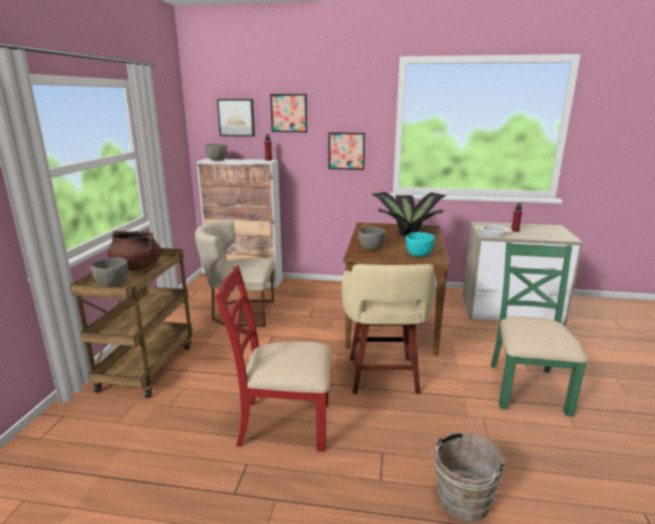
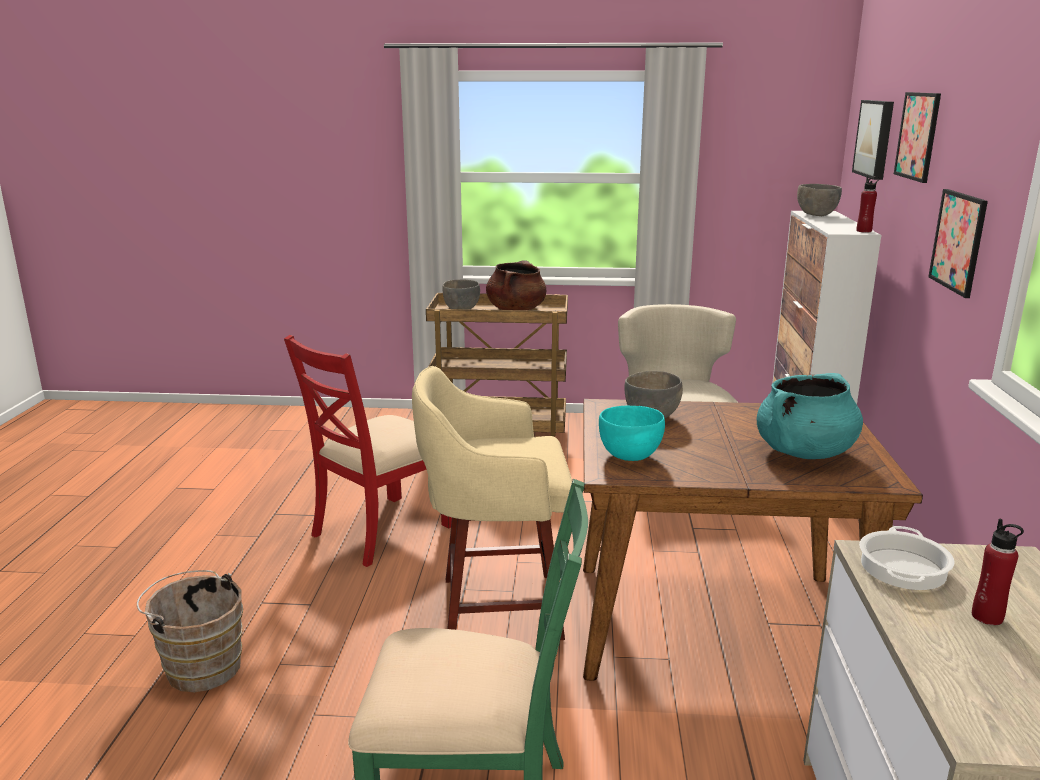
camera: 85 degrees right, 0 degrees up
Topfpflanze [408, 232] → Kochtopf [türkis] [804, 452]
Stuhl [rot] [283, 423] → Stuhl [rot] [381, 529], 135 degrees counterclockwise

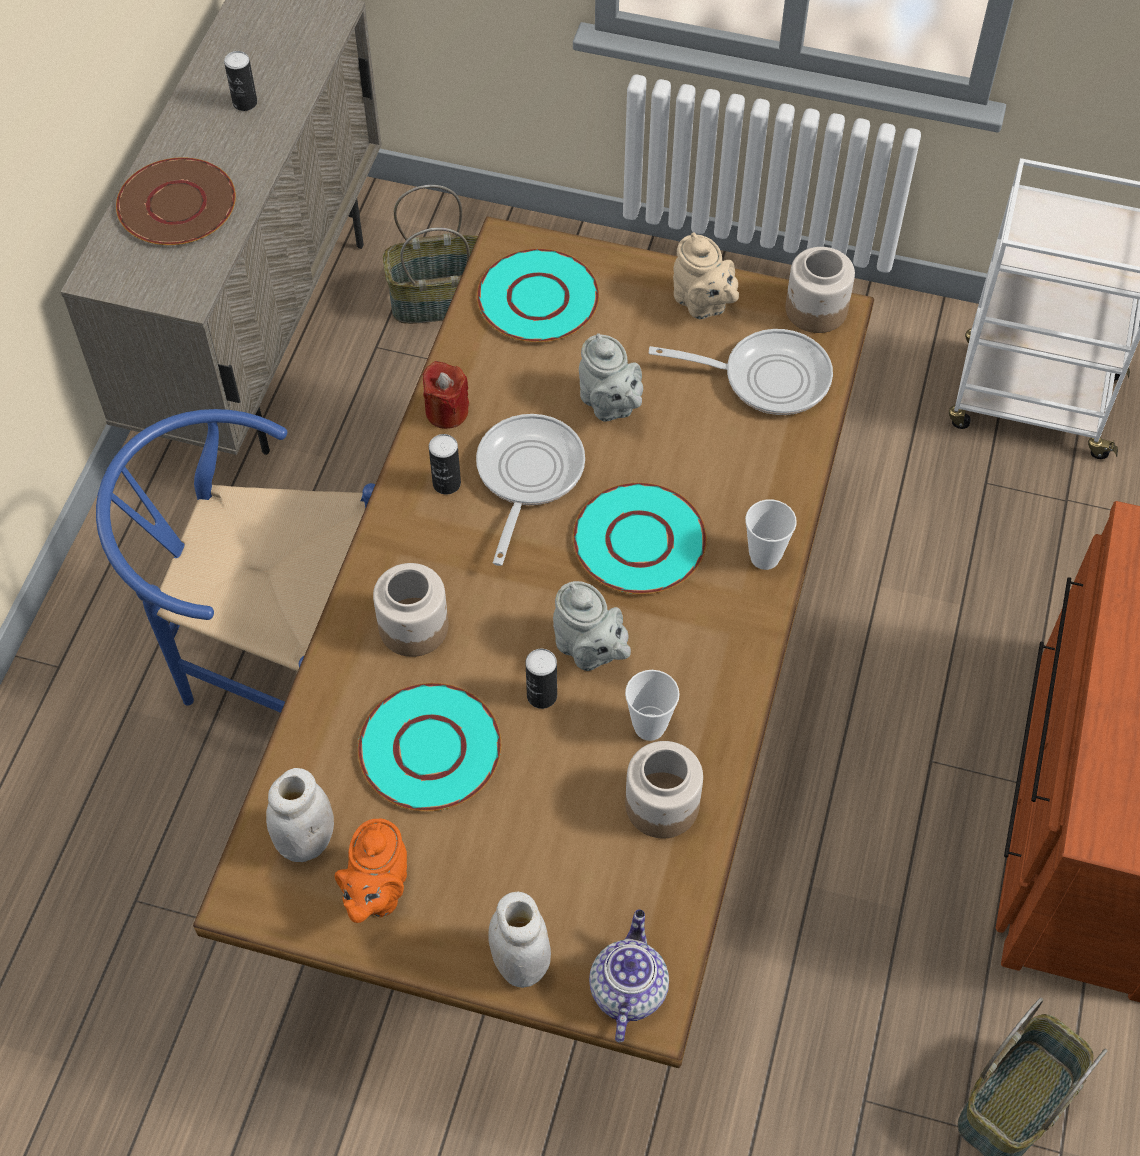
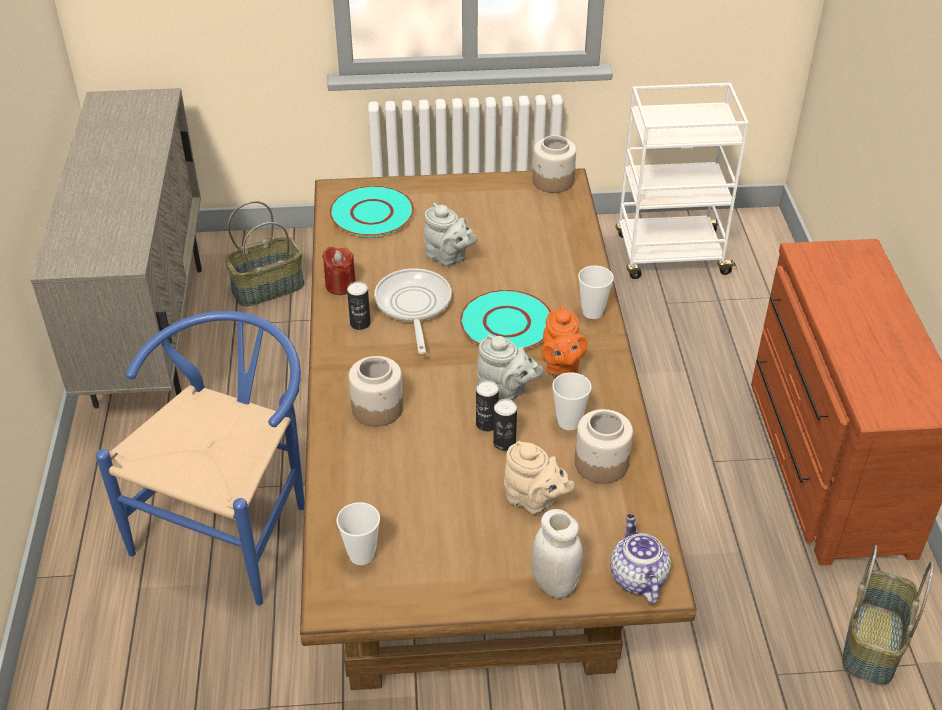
camera: 20 degrees left, 15 degrees down
Dose [245, 102] → Dose [504, 443], shifted
Teller [braun] [177, 204] → -
Teekanne [beige] [702, 304] → Teekanne [beige] [534, 501], shifted
Pfanne [767, 377] → -
Stuhl [blau] [269, 656] → Stuhl [blau] [234, 524], 120 degrees clockwise
Teller [türkis] [429, 748] → -
Vorratsglas [weiß] [306, 841] → Tasse [361, 555]
Teekanne [orange] [377, 892] → Teekanne [orange] [561, 367], shifted

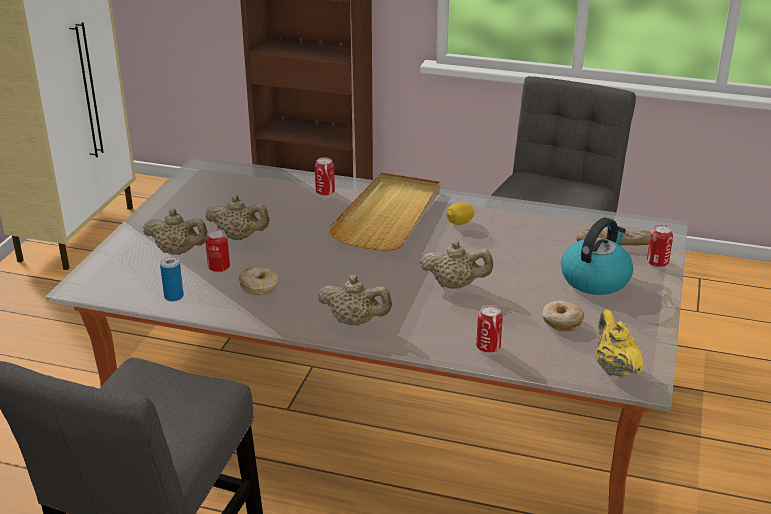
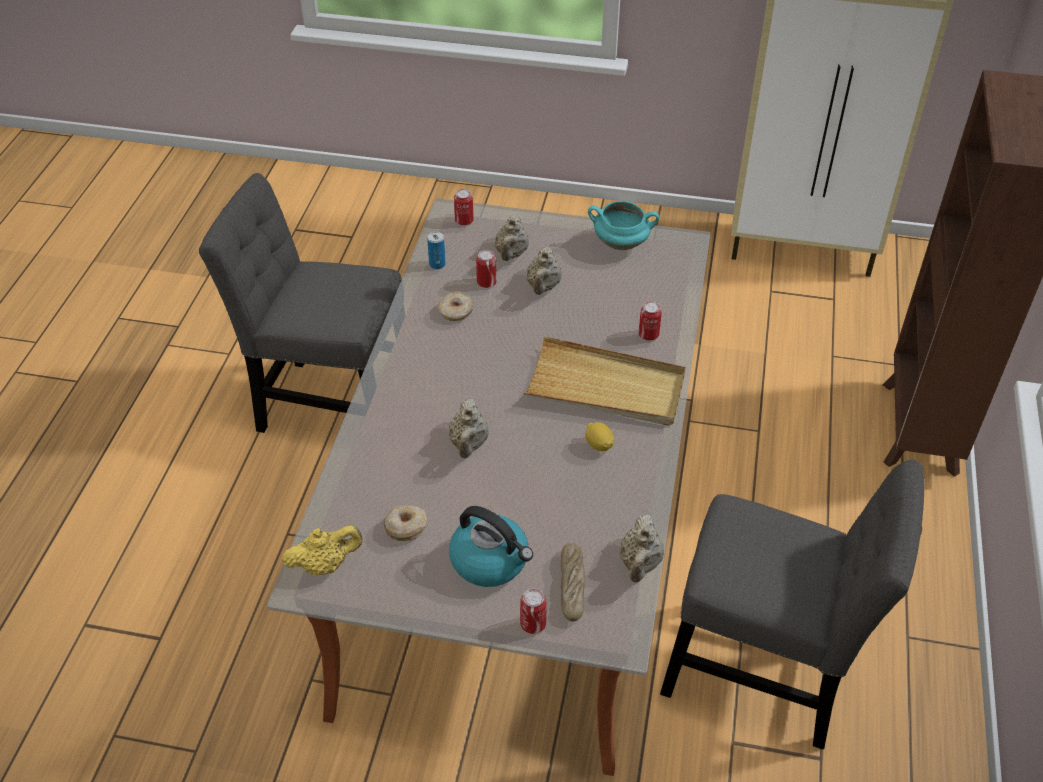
camera: 85 degrees right, 15 degrees up
Teekanne [beige] [355, 322] → Teekanne [beige] [640, 564], shifted
Dose [488, 347] → Dose [464, 221], shifted
- → Kochtopf [türkis] [621, 243]

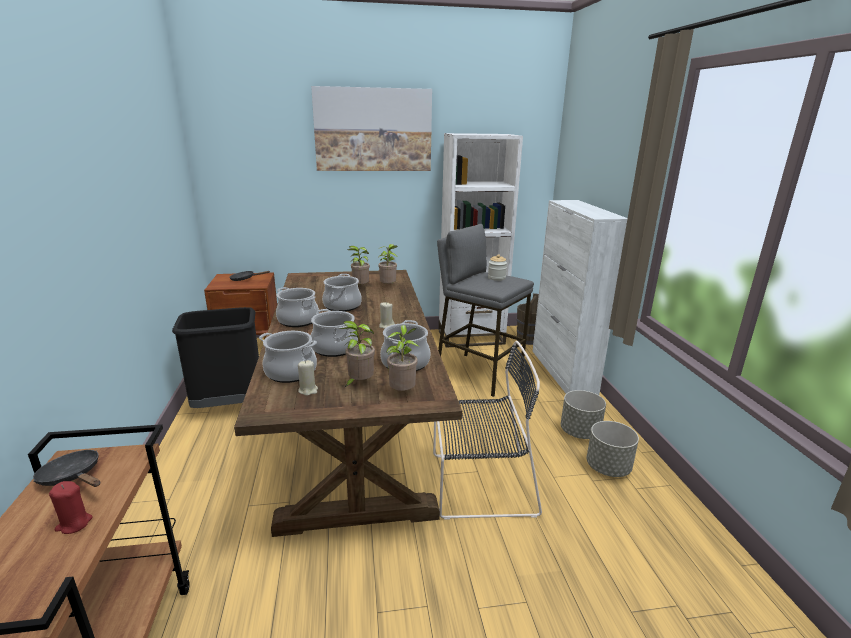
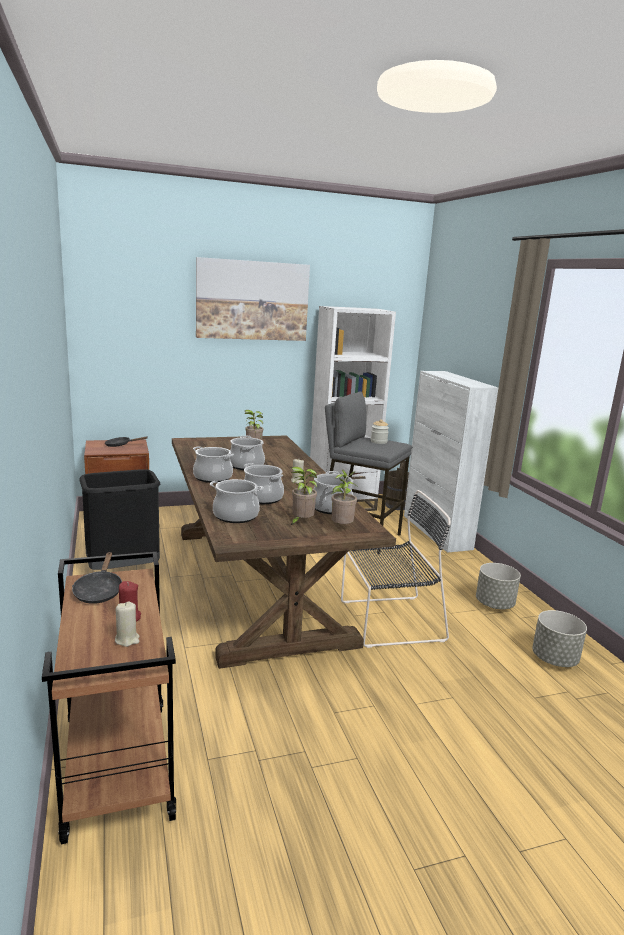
camera: 10 degrees left, 5 degrees down
Topfpflanze [388, 287] → -
Kerze [beige] [308, 390] → Kerze [beige] [127, 639], shifted
Pflanzkübel [grau] [580, 432] → Pflanzkübel [grau] [554, 659], shifted
Pfanne [schwarz] [73, 477] → Pfanne [schwarz] [99, 591], 120 degrees counterclockwise

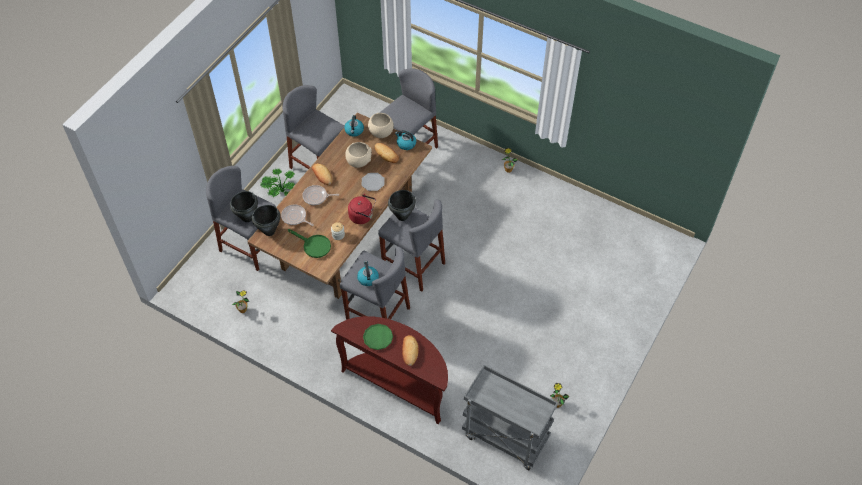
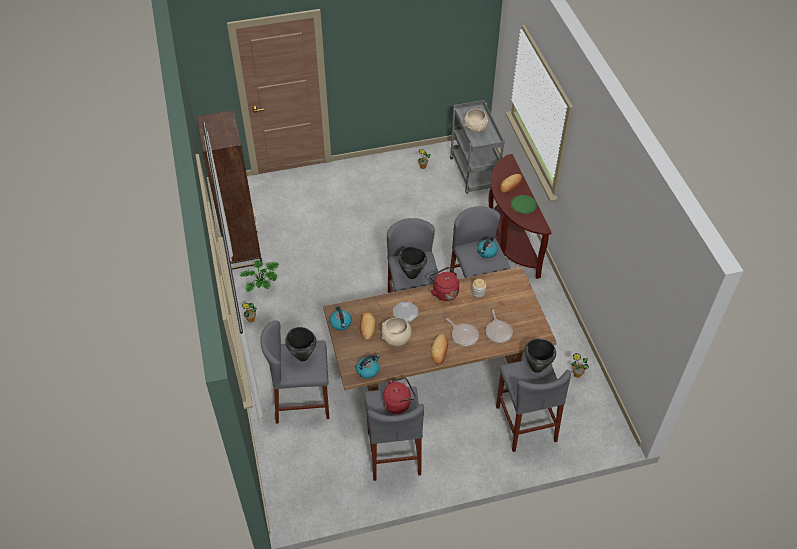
camera: 135 degrees left, 5 degrees down
Schüssel [beige] [380, 132] → Schüssel [beige] [475, 128], shifted
Topfpflanze [280, 192] → Topfpflanze [262, 285], shifted
Kochtopf [schwarz] [269, 231] → Kochtopf [schwarz] [302, 356], shifted
Pfanne [grün] [313, 245] → -
- → Bücherregal [braun] [242, 249]
- → Wasserkessel [rot] [398, 403]

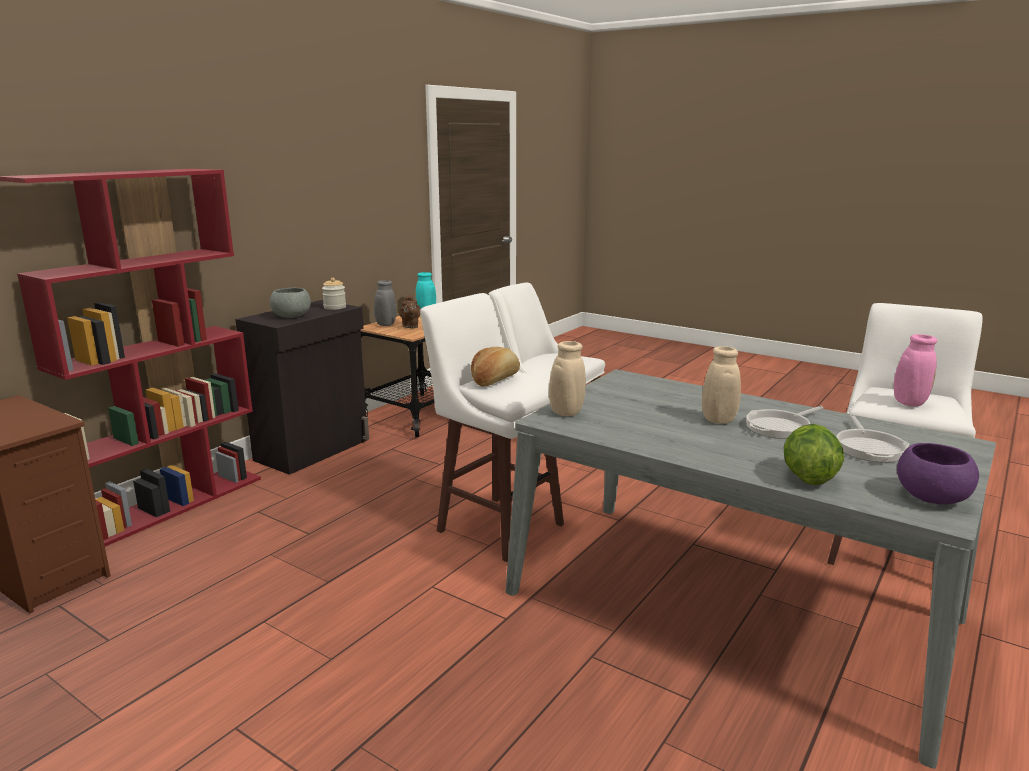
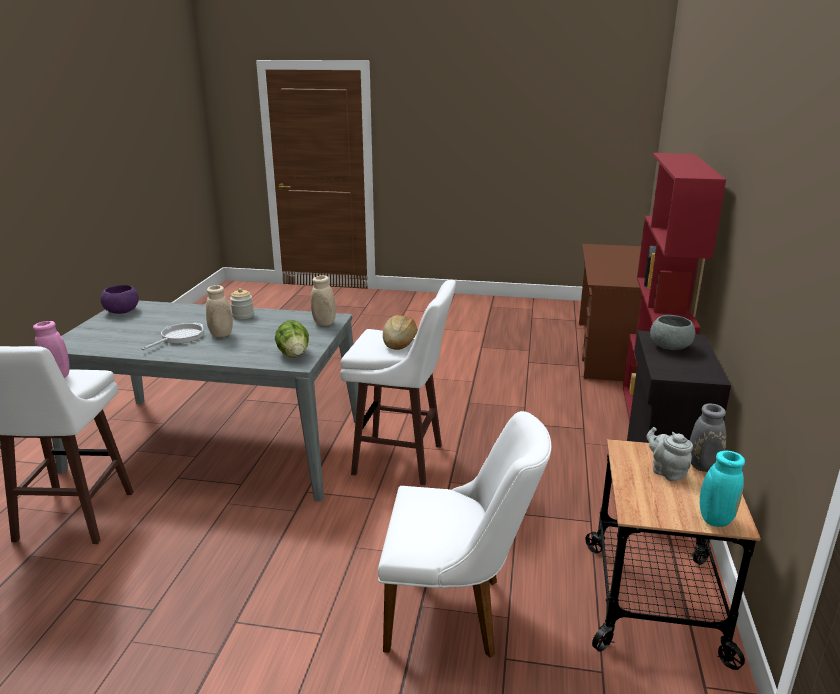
camera: 155 degrees right, 5 degrees up
Vorratsglas [335, 307] → Vorratsglas [243, 315], shifted
Teekanne [braun] [410, 326] → Teekanne [grau] [666, 472]
Pfanne [869, 448] → -
Salatkopf [807, 477] → Salatkopf [294, 355], shifted

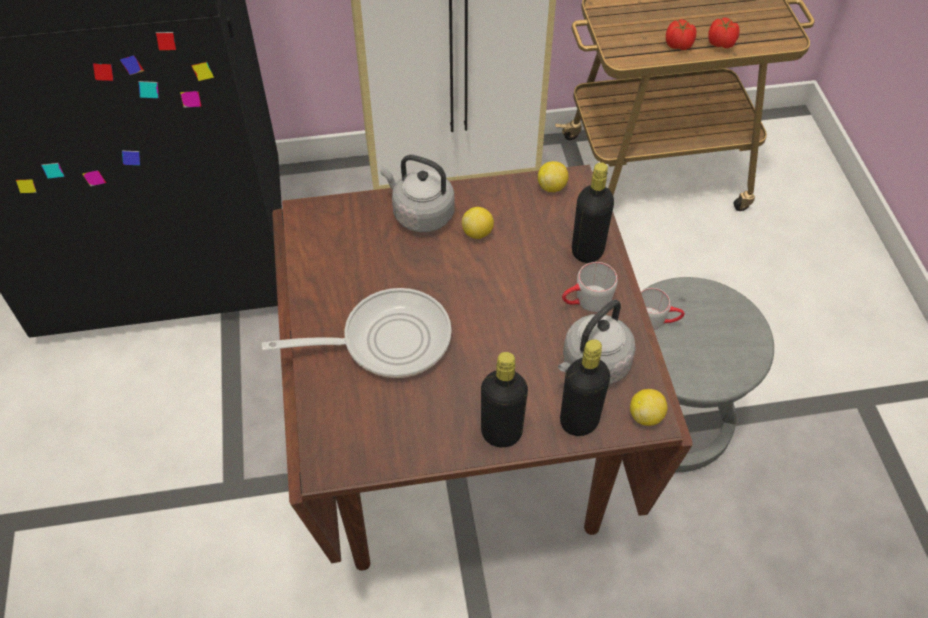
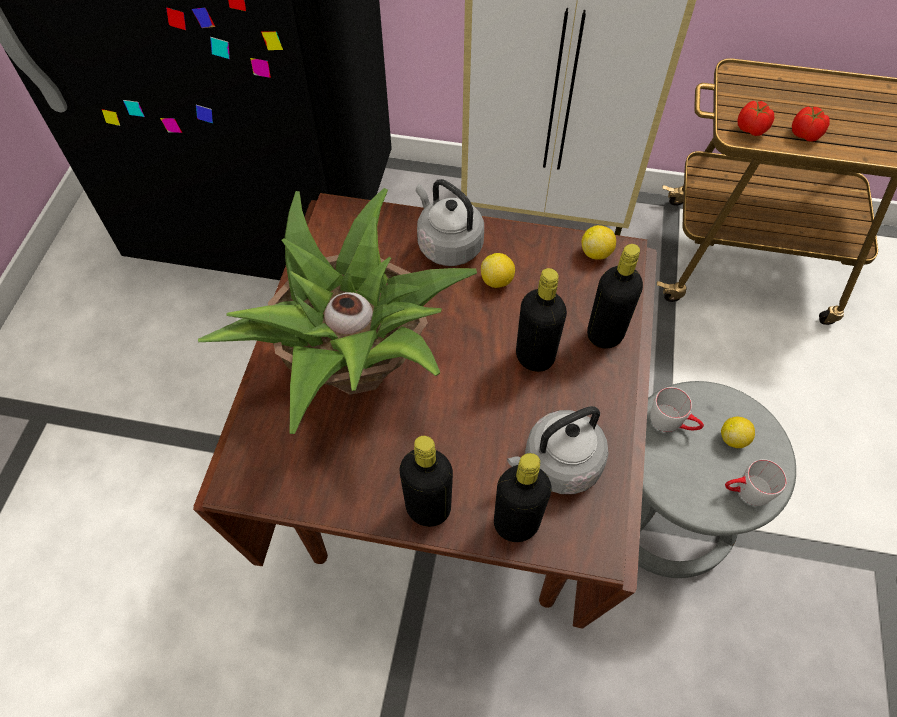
camera: 20 degrees right, 5 degrees up
Tomate [721, 43] → Tomate [751, 129], shifted
Henkelbecher [grau] [586, 302] → Henkelbecher [grau] [746, 491], shifted
Pfanne [387, 340] → Topfpflanze [356, 368]
Zitrone [646, 416] → Zitrone [733, 438], shifted
- → Flasche [schwarz] [535, 357]

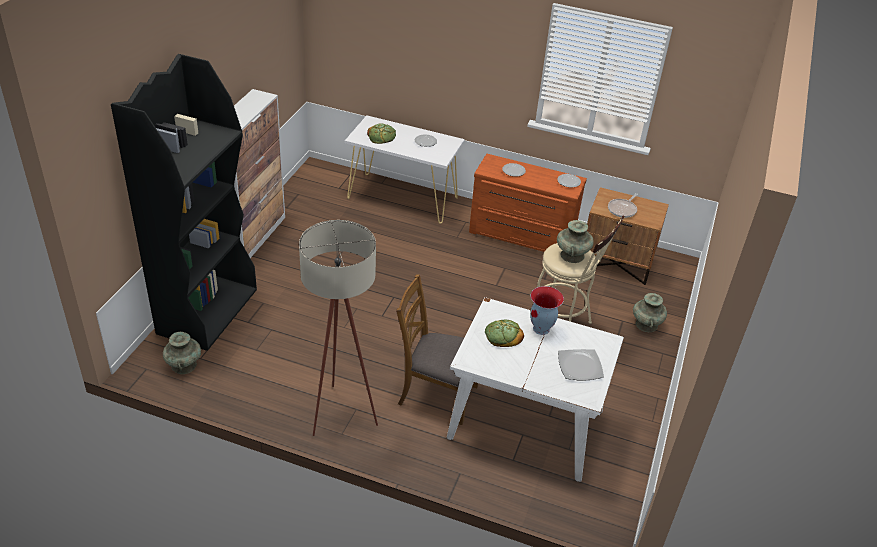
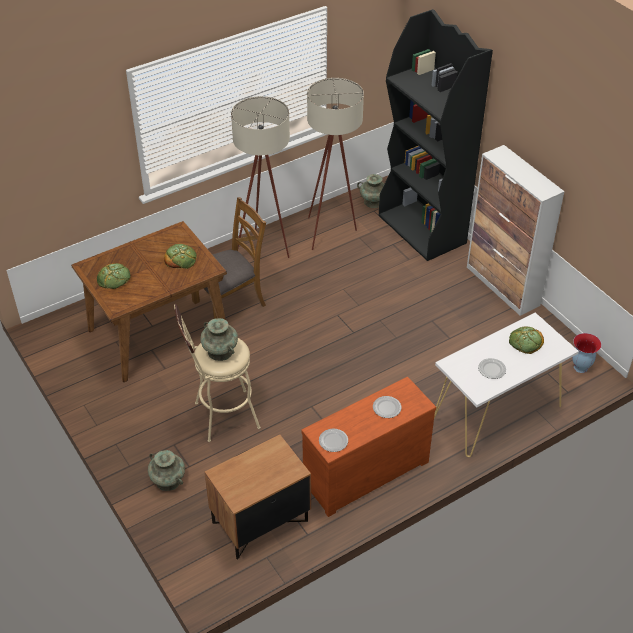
camera: 130 degrees right, 5 degrees up
Pfanne [623, 209] → -
Vase [541, 329] → Vase [580, 367], shifted
Esstisch [weiß] [524, 424] → Esstisch [braun] [159, 332]
Teller [579, 366] → Brot [114, 278]
- → Stehlampe [beige] [332, 232]

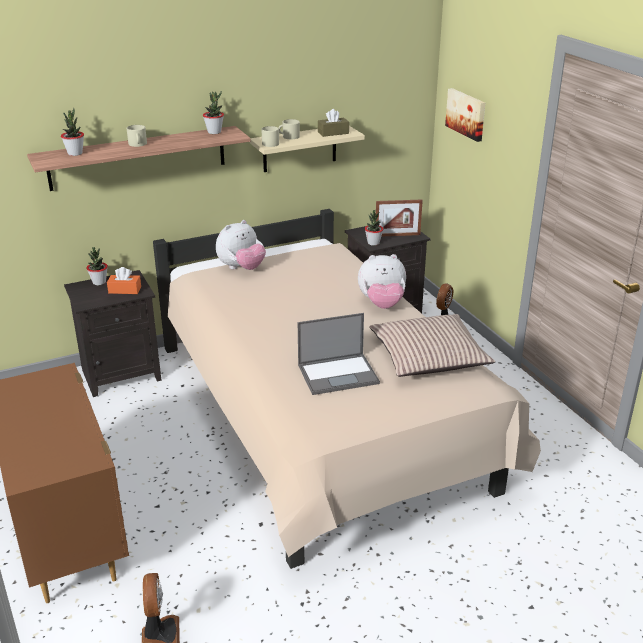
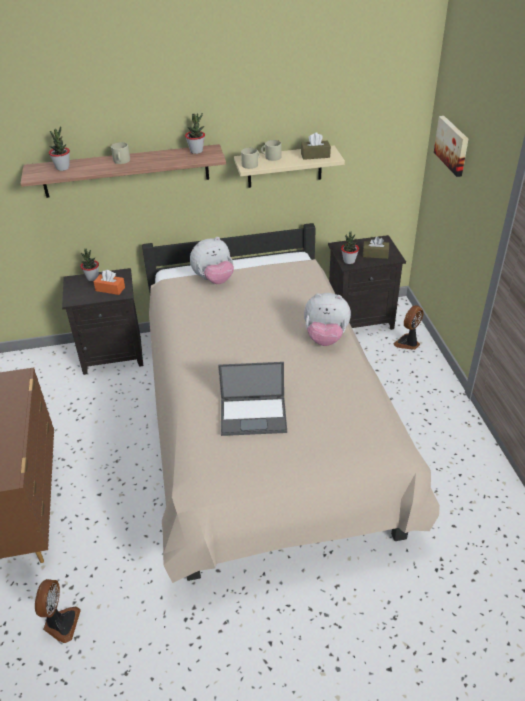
camera: 15 degrees right, 10 degrees up
Bilderrahmen [397, 235] → Taschentuchbox [braun] [375, 254]
Kissen [428, 356] → -

